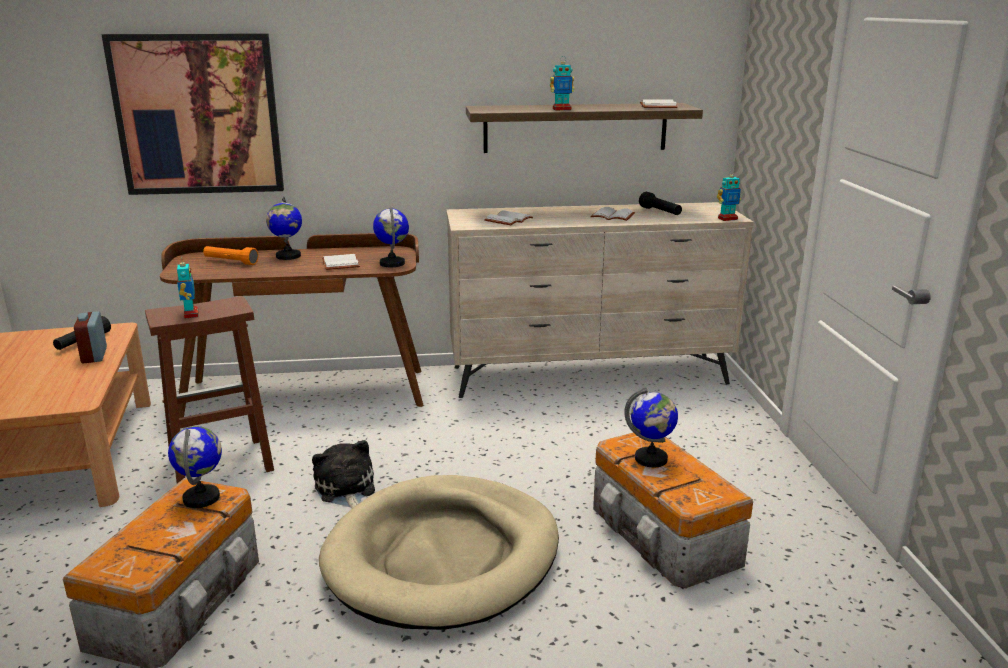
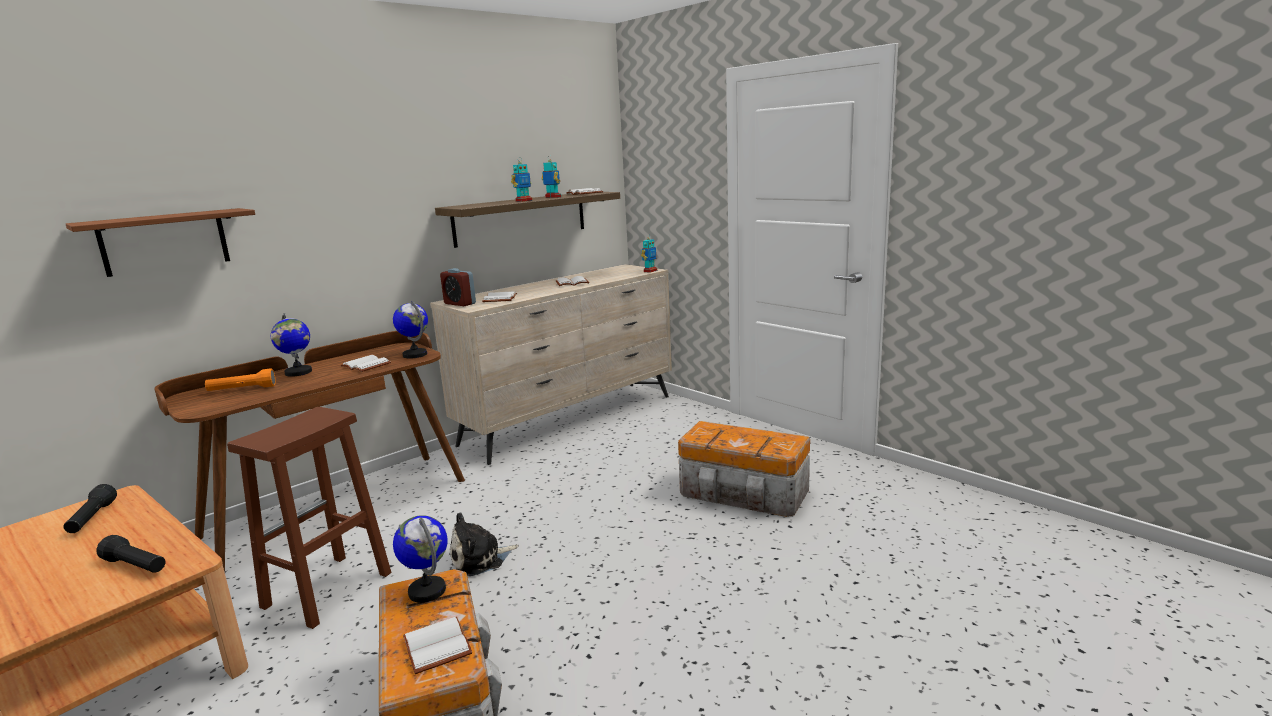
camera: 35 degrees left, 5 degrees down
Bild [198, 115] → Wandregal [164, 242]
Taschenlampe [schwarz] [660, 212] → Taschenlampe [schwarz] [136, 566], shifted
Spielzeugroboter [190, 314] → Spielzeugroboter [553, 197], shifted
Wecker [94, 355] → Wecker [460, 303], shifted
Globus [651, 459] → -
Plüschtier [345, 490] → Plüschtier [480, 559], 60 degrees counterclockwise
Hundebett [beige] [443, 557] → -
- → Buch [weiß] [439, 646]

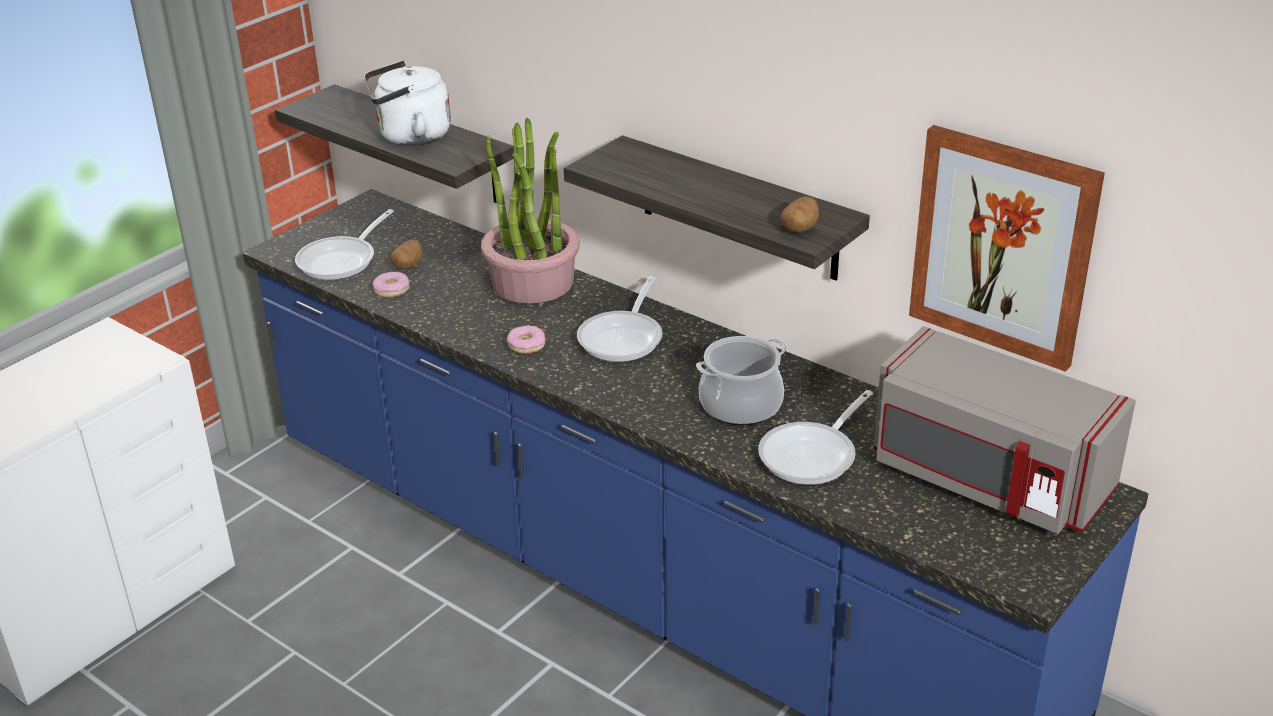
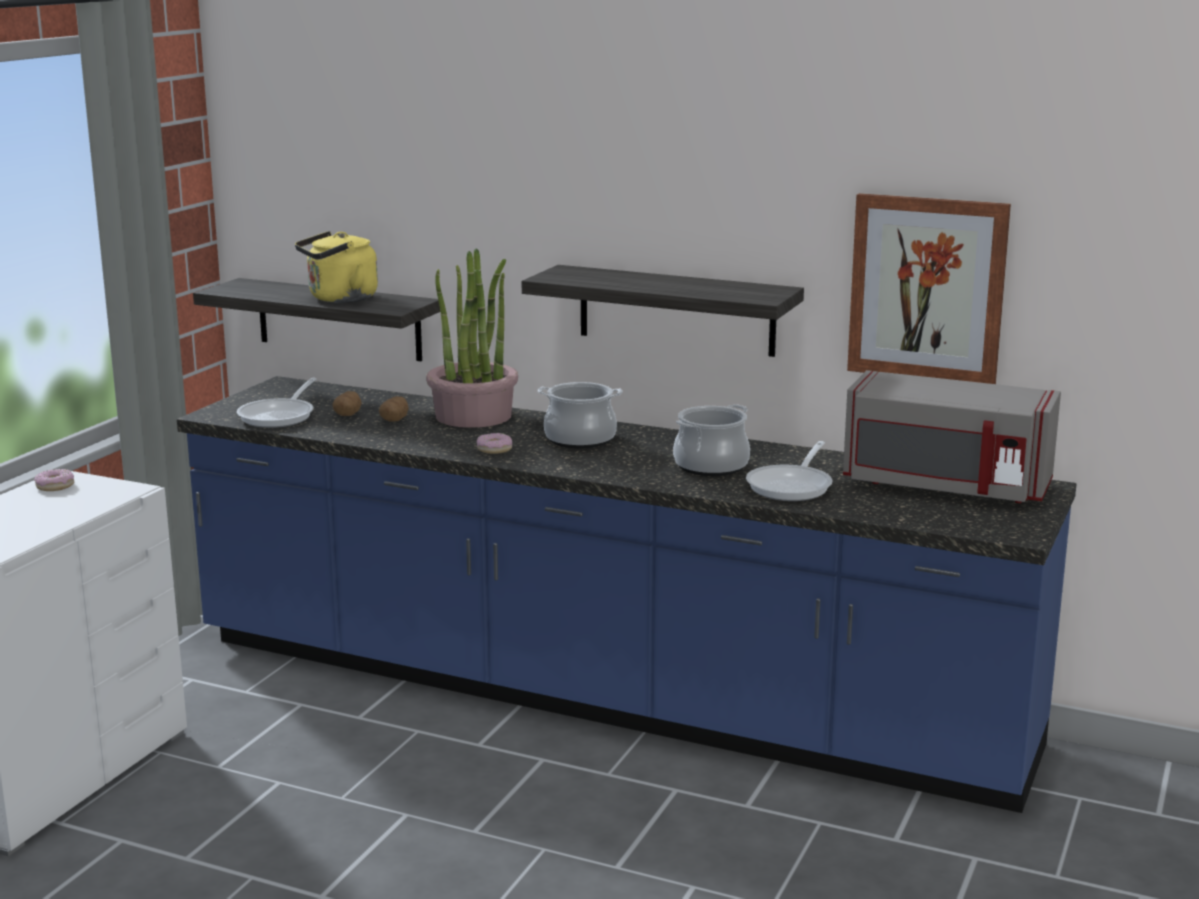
camera: 15 degrees left, 15 degrees down
Wasserkessel [weiß] [410, 136] → Wasserkessel [gelb] [339, 299]
Kartoffel [800, 228] → Kartoffel [394, 420], shifted
Donut [392, 290] → Donut [55, 486], shifted
Pfanne [624, 337] → Kochtopf [580, 439]

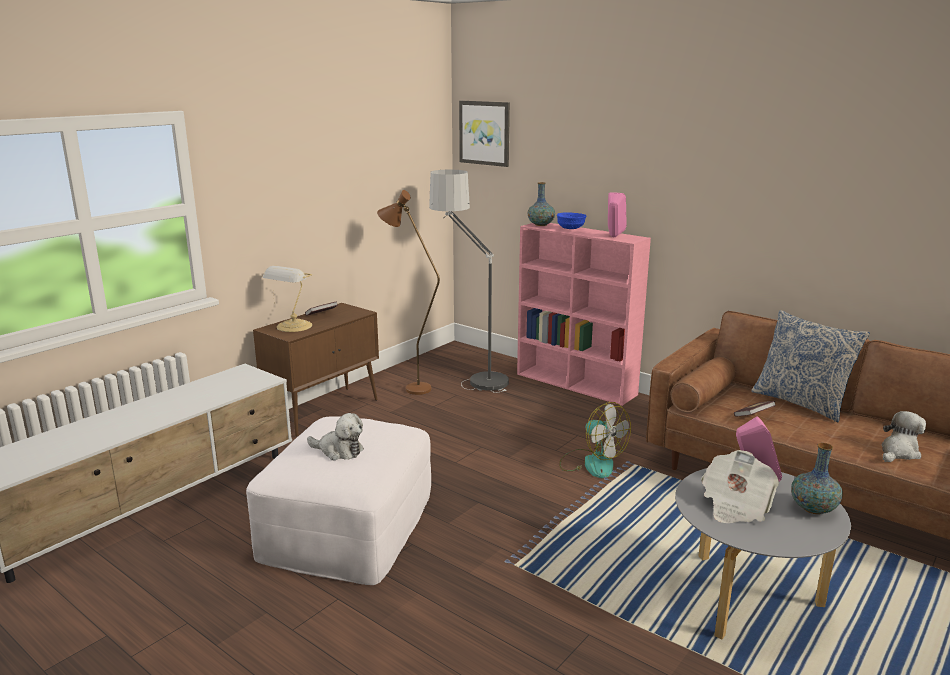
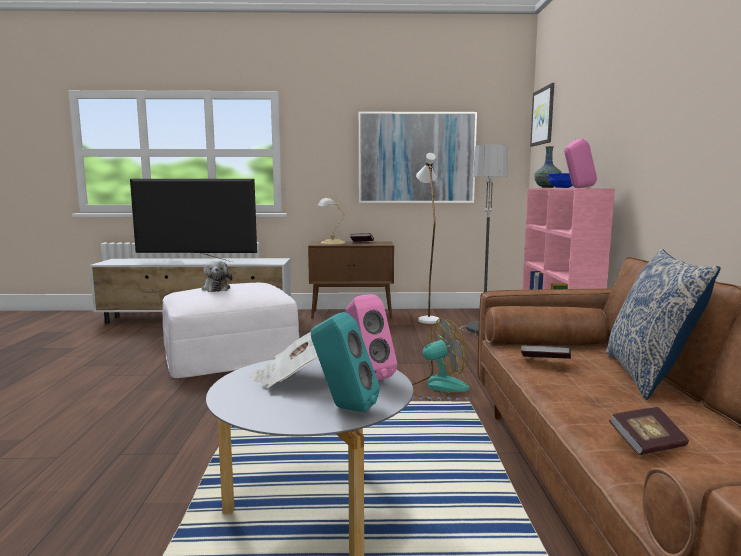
camera: 50 degrees right, 10 degrees down
Stehlampe [braun] [410, 387] → Stehlampe [weiß] [426, 319]
Ventilator [591, 463] → Ventilator [438, 388], 120 degrees counterclockwise
Plüschtier [898, 452] → Buch [647, 445]
Vase [813, 508] → Lautsprecher [türkis] [343, 408]
- → Bild [416, 158]
- → Fernseher [197, 262]

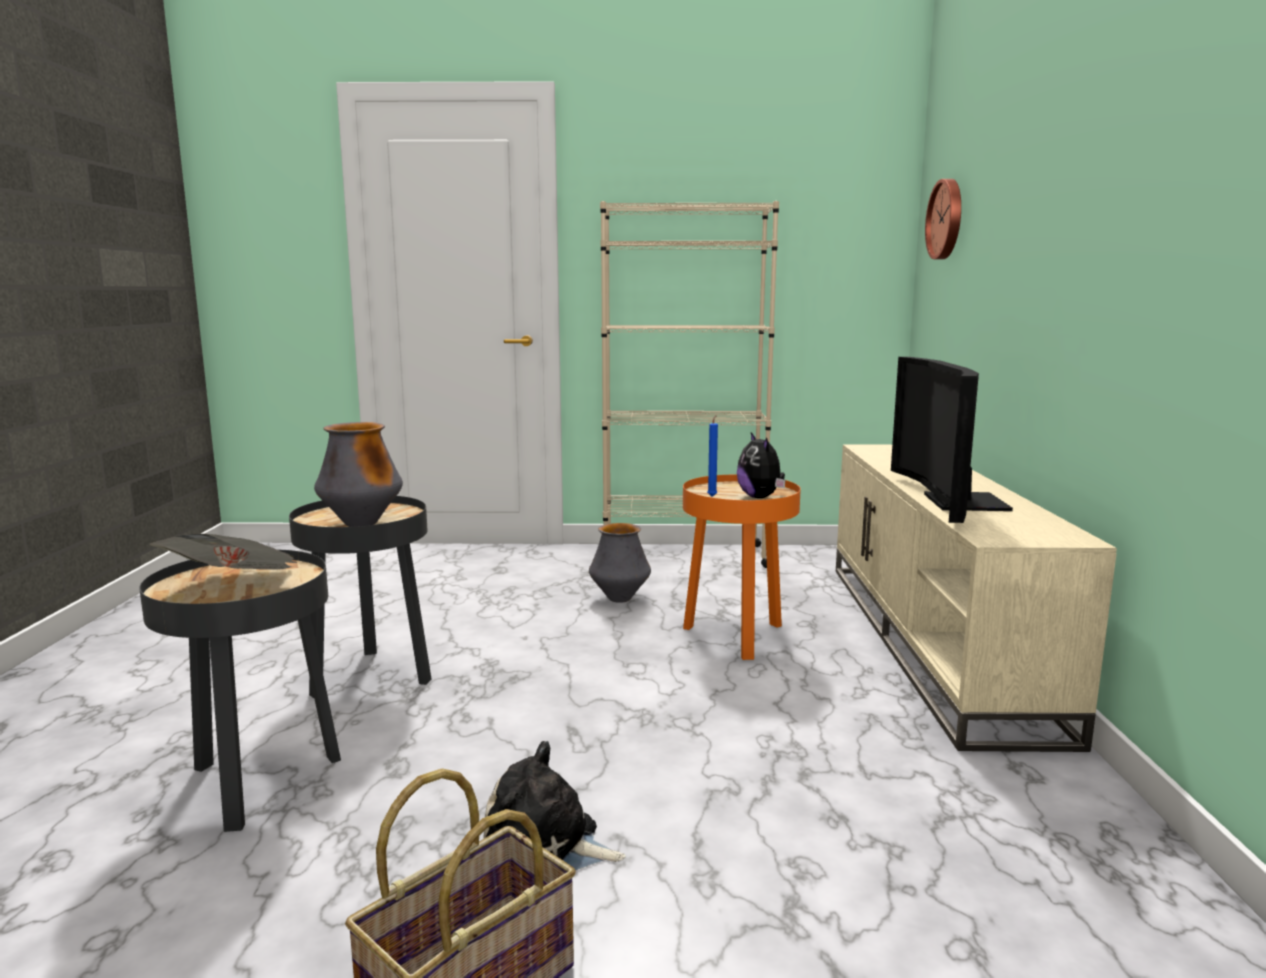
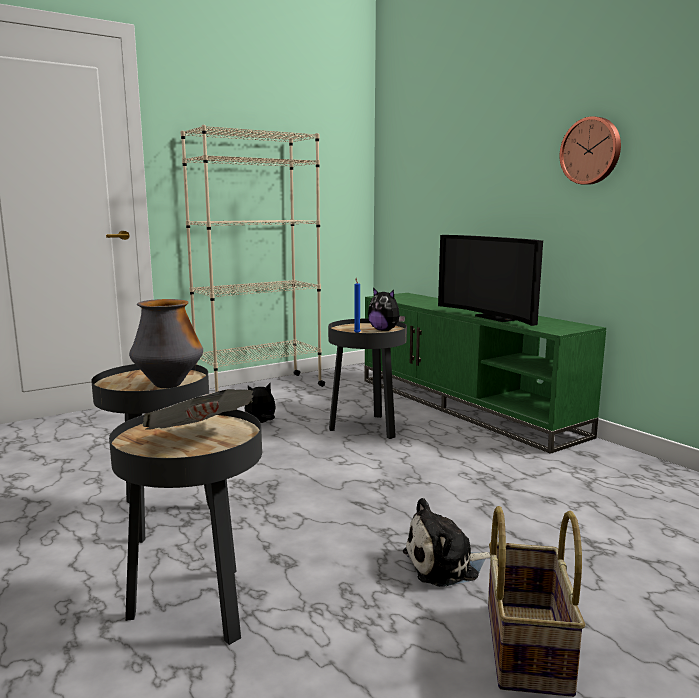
camera: 35 degrees left, 0 degrees up
Wanduhr [947, 219] → Wanduhr [591, 151], shifted
Fernsehschrank [beige] [935, 641] → Fernsehschrank [grün] [466, 406]
Beistelltisch [orange] [737, 636] → Beistelltisch [schwarz] [367, 427]
Vase [619, 599] → Plüschtier [261, 423]

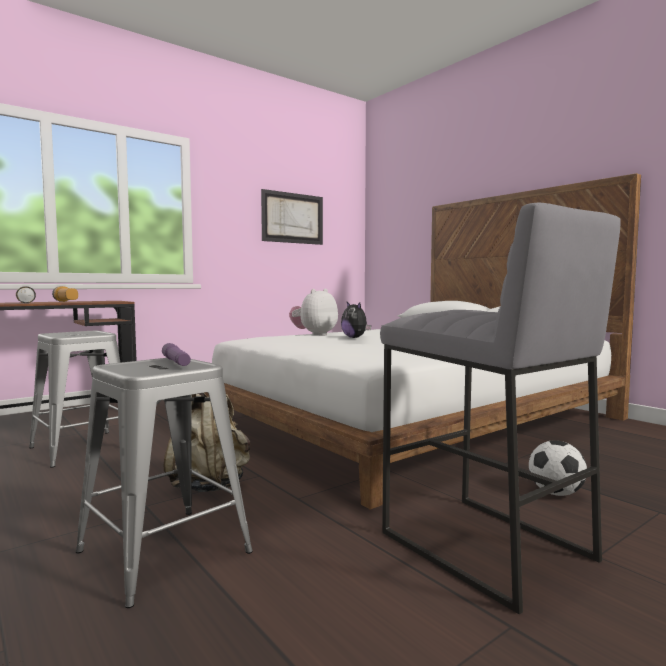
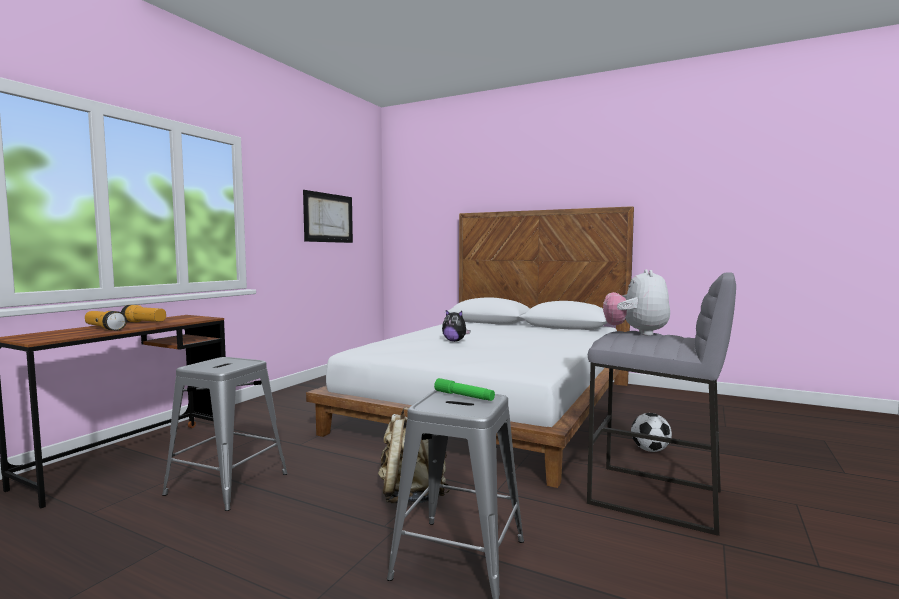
camera: 25 degrees left, 0 degrees up
Plüschtier [314, 335] → Plüschtier [636, 333], shifted
Taschenlampe [lila] [176, 362] → Taschenlampe [grün] [464, 396]

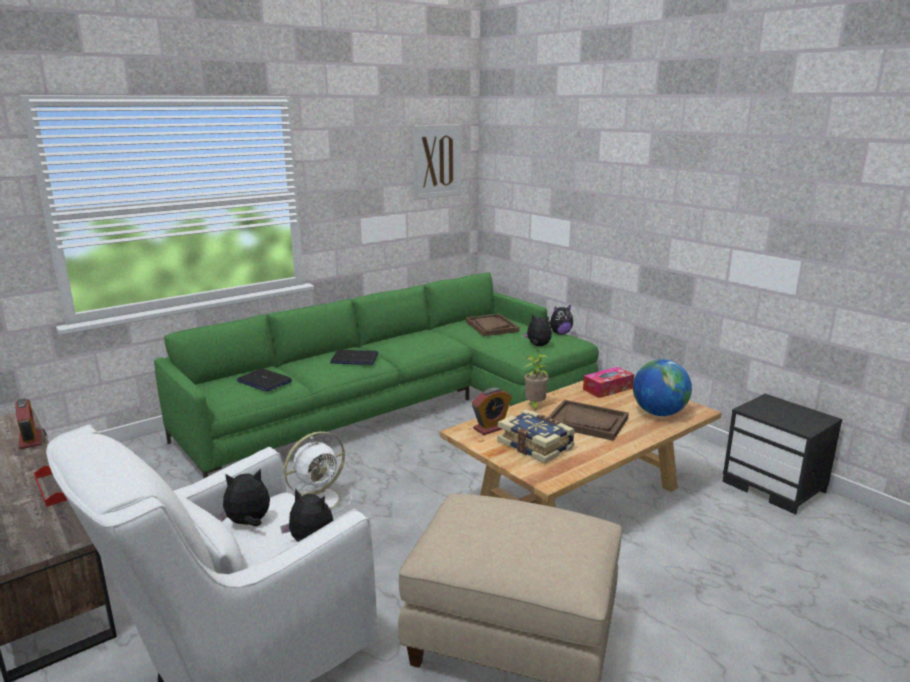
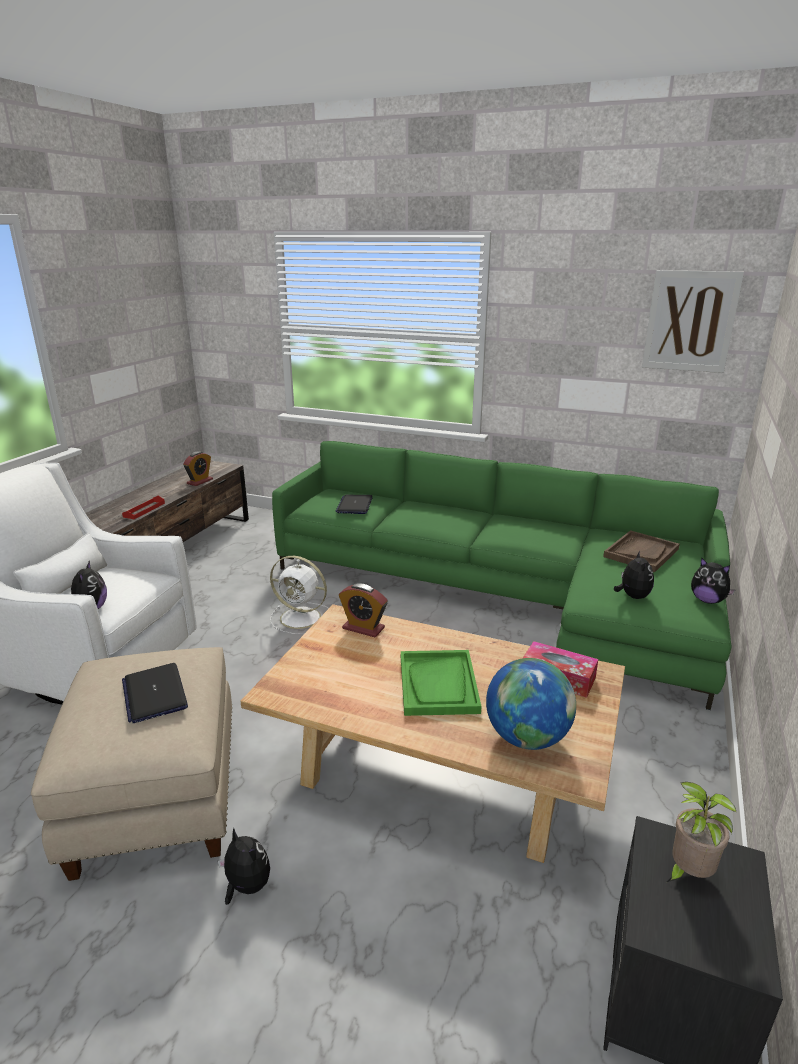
camera: 60 degrees right, 5 degrees up
Laptop [354, 359] → Laptop [154, 694], shifted
Topfpflanze [534, 406] → Topfpflanze [688, 873], shifted
Tablett [braun] [587, 422] → Tablett [grün] [438, 684]
Buch [536, 445] → -
Plüschtier [248, 523] → Plüschtier [246, 886], shifted

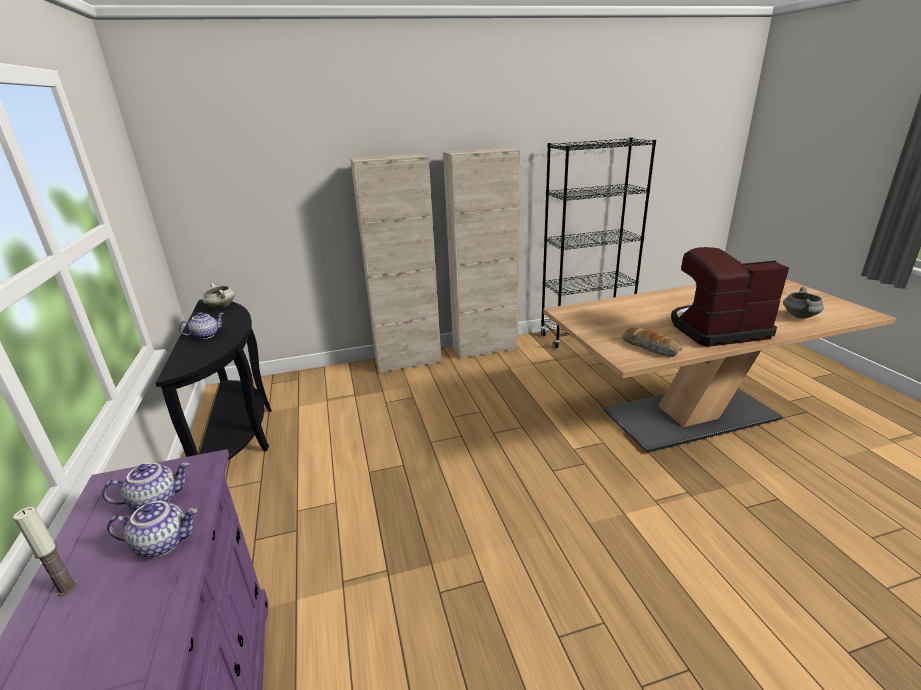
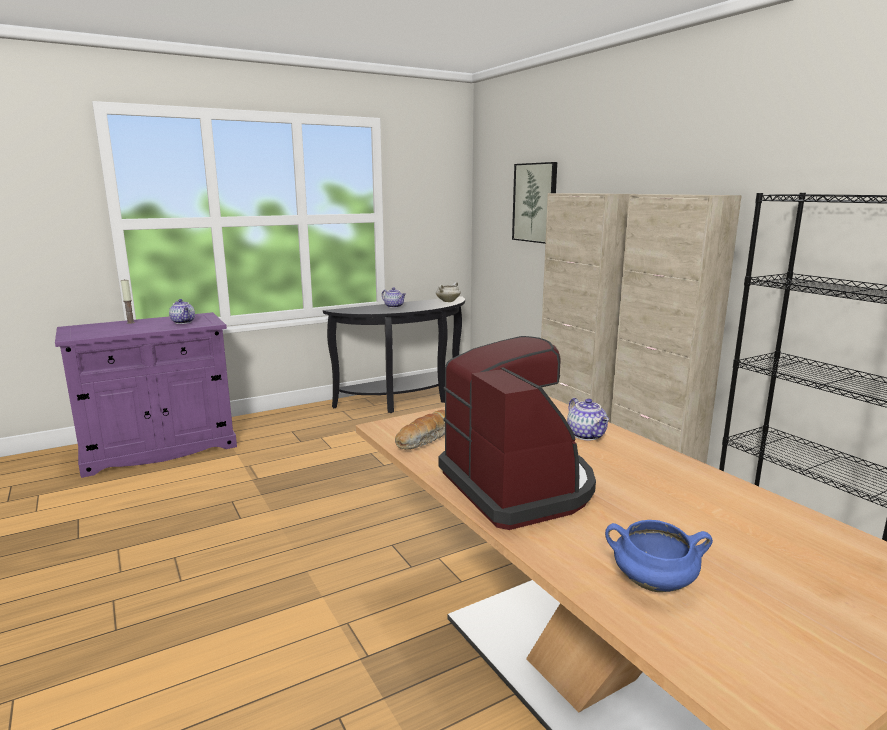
camera: 75 degrees right, 10 degrees down
Kochtopf [grau] [800, 316] → Kochtopf [blau] [652, 584]
Teekanne [164, 542] → Teekanne [587, 435], shifted
- → Bild [535, 203]

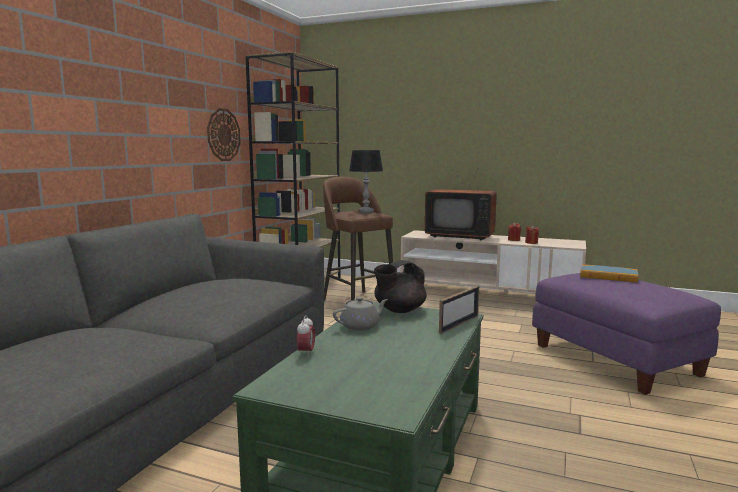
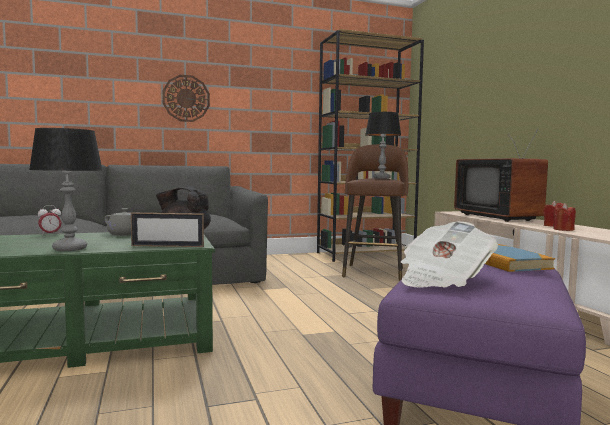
camera: 50 degrees right, 5 degrees down
Wanduhr [223, 135] → Wanduhr [186, 98], shifted
- → Tischlampe [70, 249]
- → Zeitung [442, 280]

